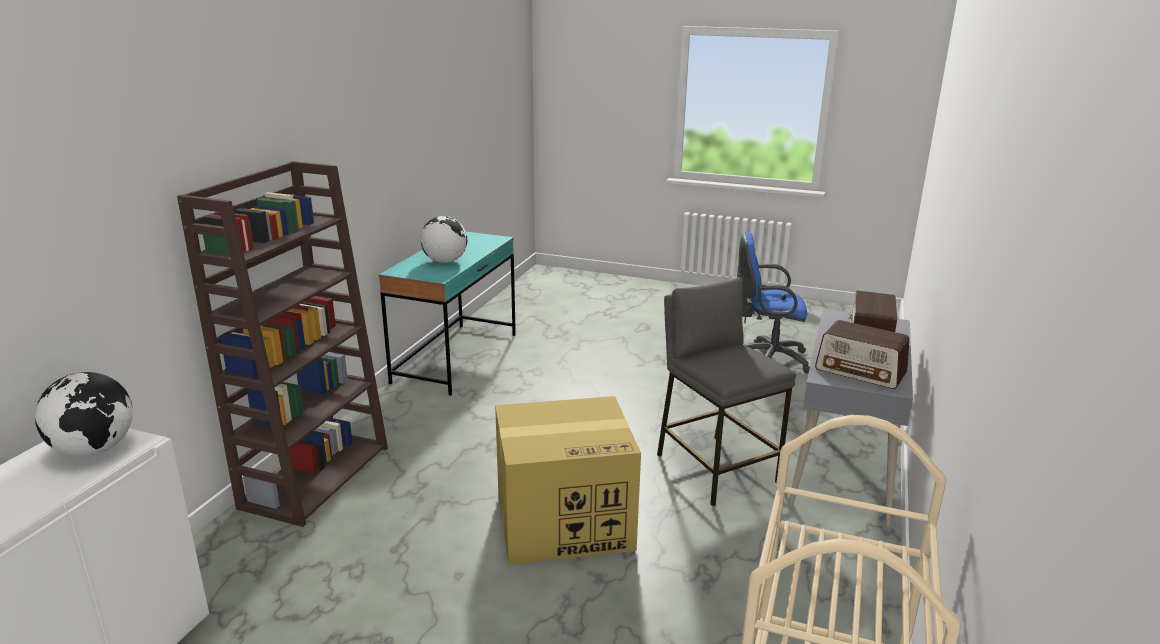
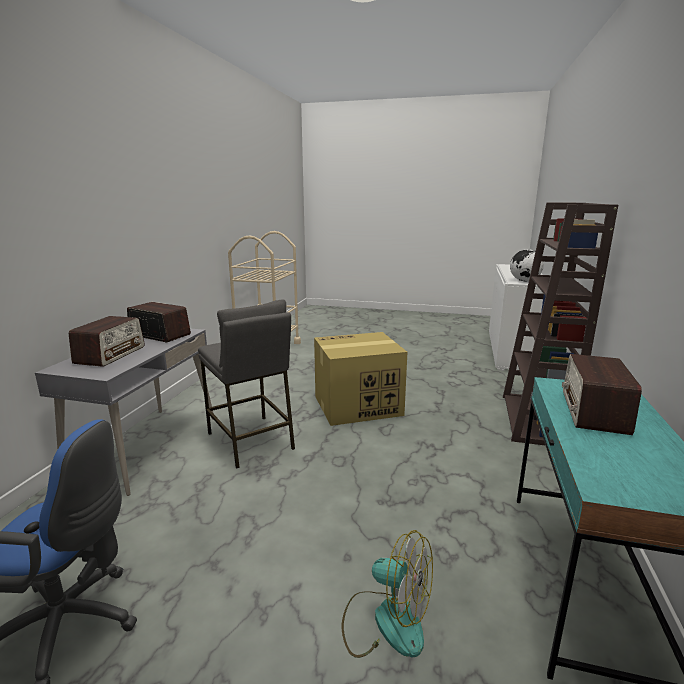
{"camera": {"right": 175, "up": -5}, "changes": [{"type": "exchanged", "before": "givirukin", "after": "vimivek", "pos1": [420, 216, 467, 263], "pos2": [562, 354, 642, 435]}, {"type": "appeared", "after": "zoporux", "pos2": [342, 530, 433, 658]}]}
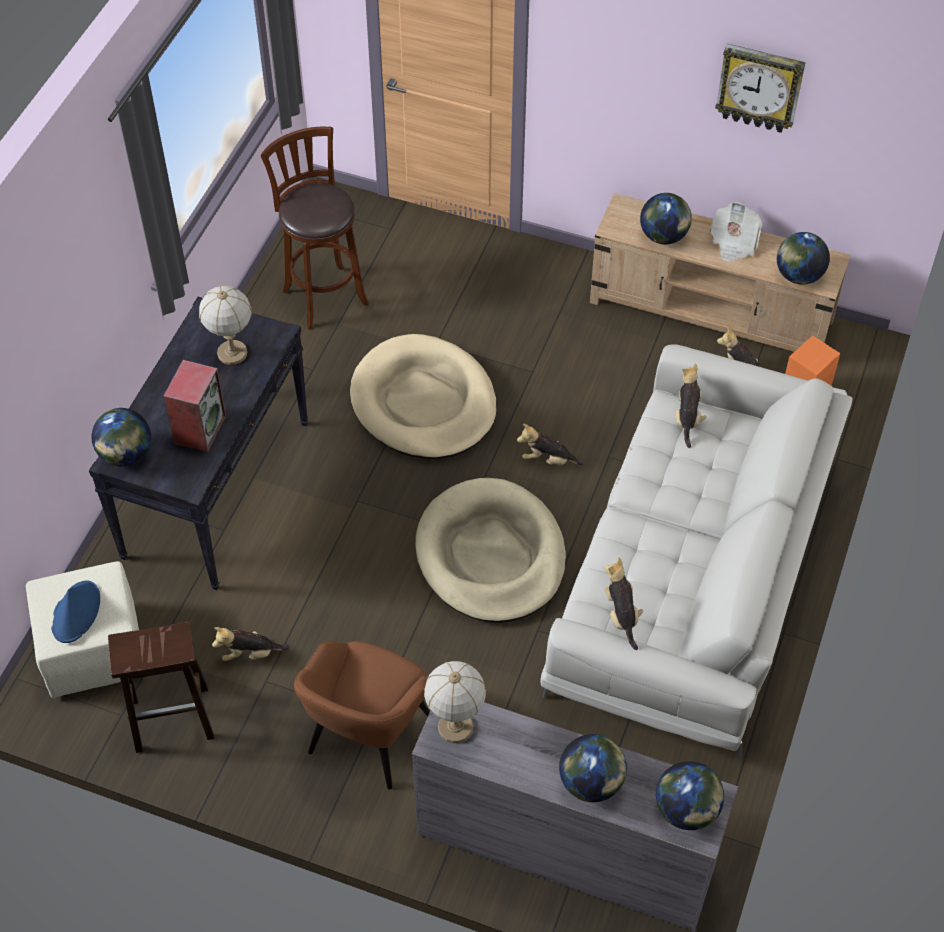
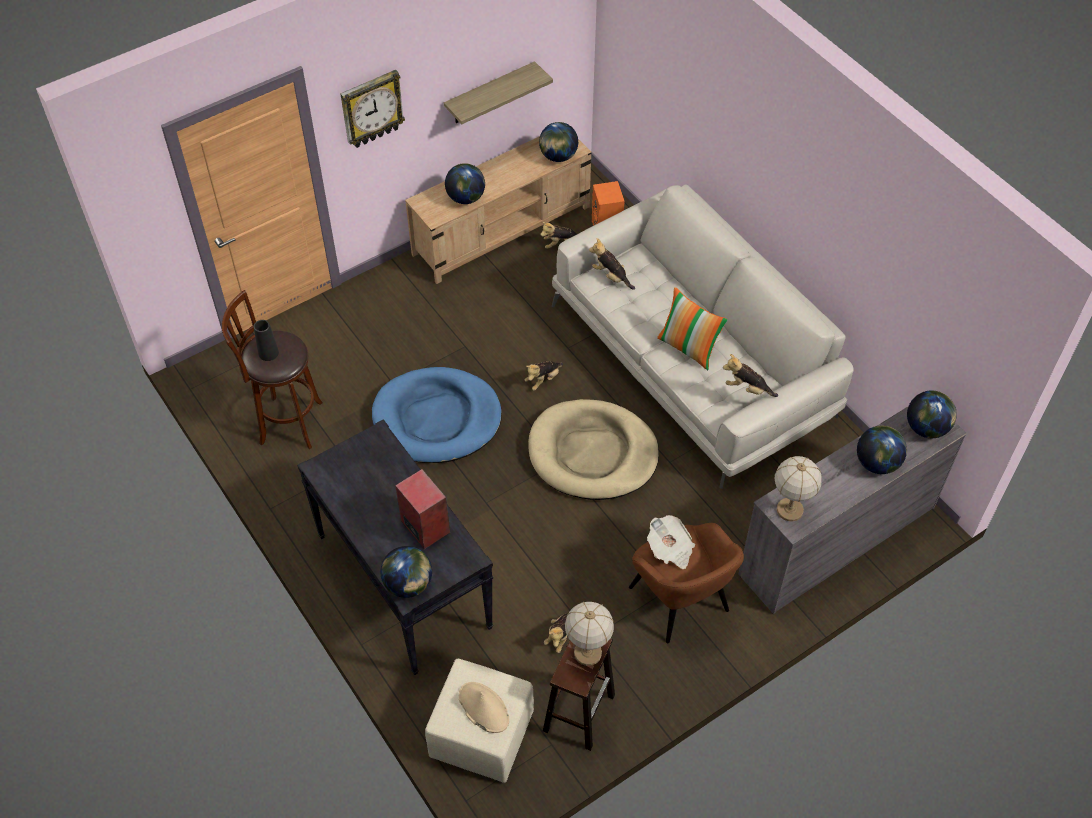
{"camera": {"right": -55, "up": 0}, "changes": [{"type": "relocated", "before": "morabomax", "pos1": [715, 44, 805, 133], "pos2": [341, 70, 405, 148]}, {"type": "relocated", "before": "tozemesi", "pos1": [710, 201, 762, 262], "pos2": [647, 515, 695, 569]}, {"type": "relocated", "before": "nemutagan", "pos1": [199, 286, 252, 365], "pos2": [565, 602, 614, 666]}, {"type": "colour", "before": "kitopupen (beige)", "after": "kitopupen (blue)", "pos1": [350, 334, 497, 459], "pos2": [372, 367, 502, 463]}, {"type": "colour", "before": "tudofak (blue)", "after": "tudofak (beige)", "pos1": [51, 580, 100, 643], "pos2": [459, 682, 509, 733]}, {"type": "appeared", "after": "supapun", "pos2": [444, 61, 553, 124]}, {"type": "appeared", "after": "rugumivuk", "pos2": [657, 287, 728, 370]}, {"type": "appeared", "after": "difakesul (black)", "pos2": [254, 320, 279, 361]}]}
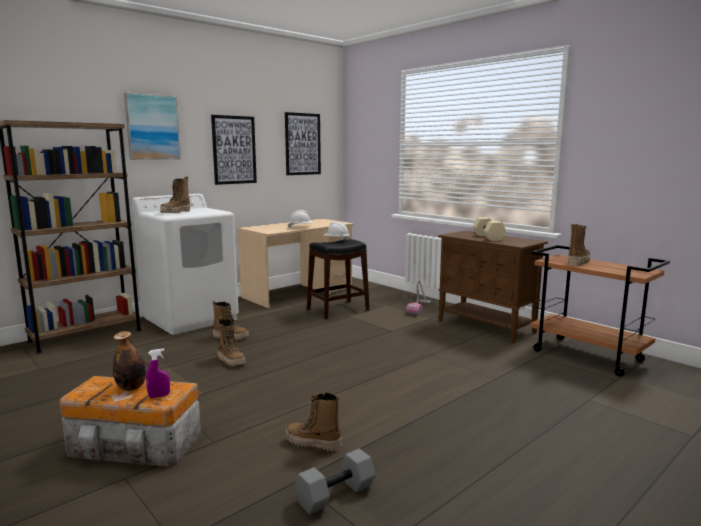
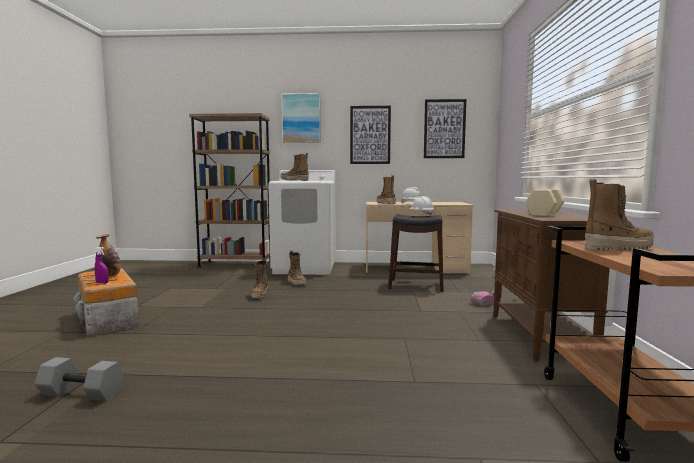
{"camera": {"right": 45, "up": -5}, "changes": [{"type": "relocated", "before": "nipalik", "pos1": [285, 393, 342, 451], "pos2": [377, 175, 396, 204]}]}
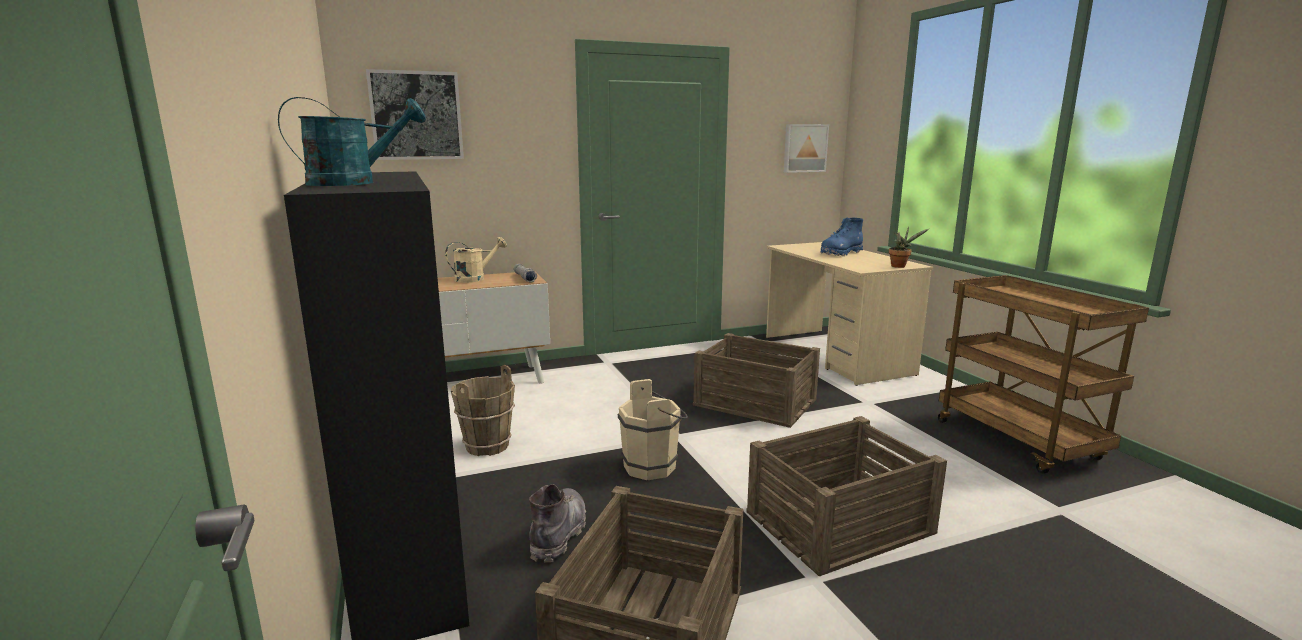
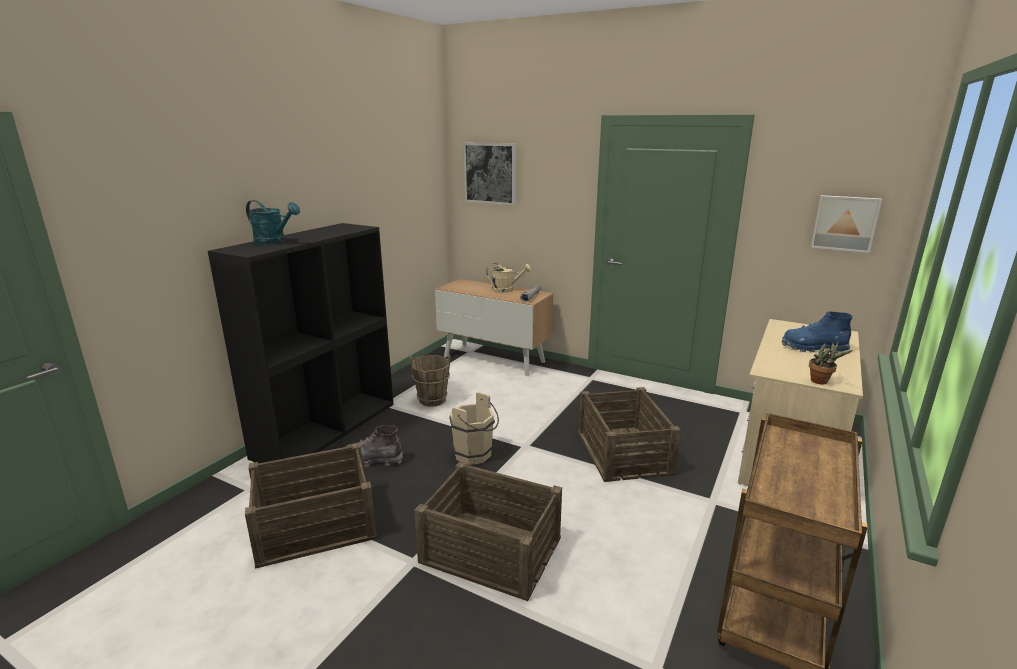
{"camera": {"right": 50, "up": 5}, "changes": [{"type": "spun", "before": "nipalik (grey)", "pos1": [529, 484, 586, 563], "pos2": [346, 425, 403, 467], "turn": -150}]}
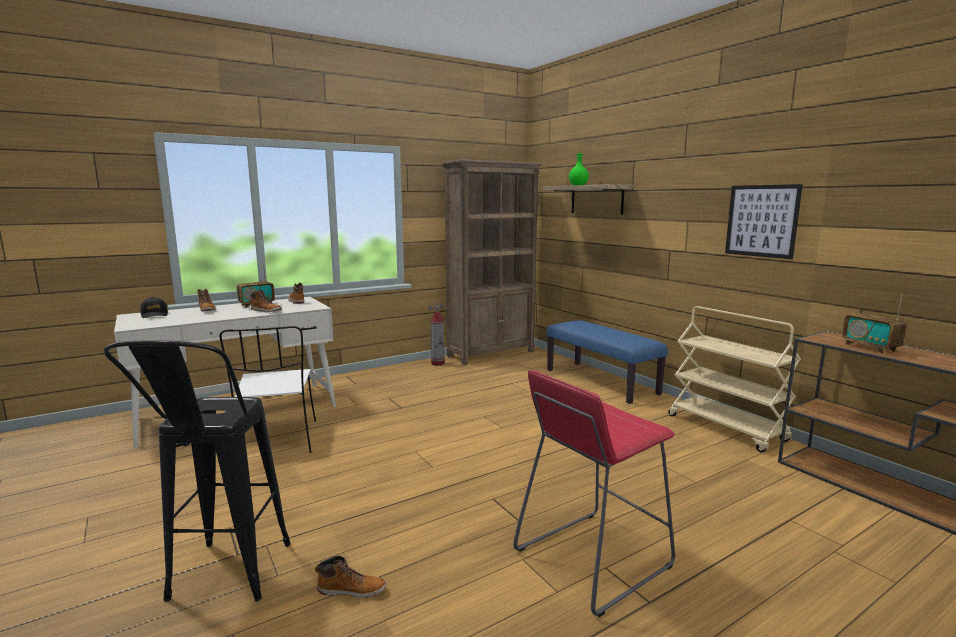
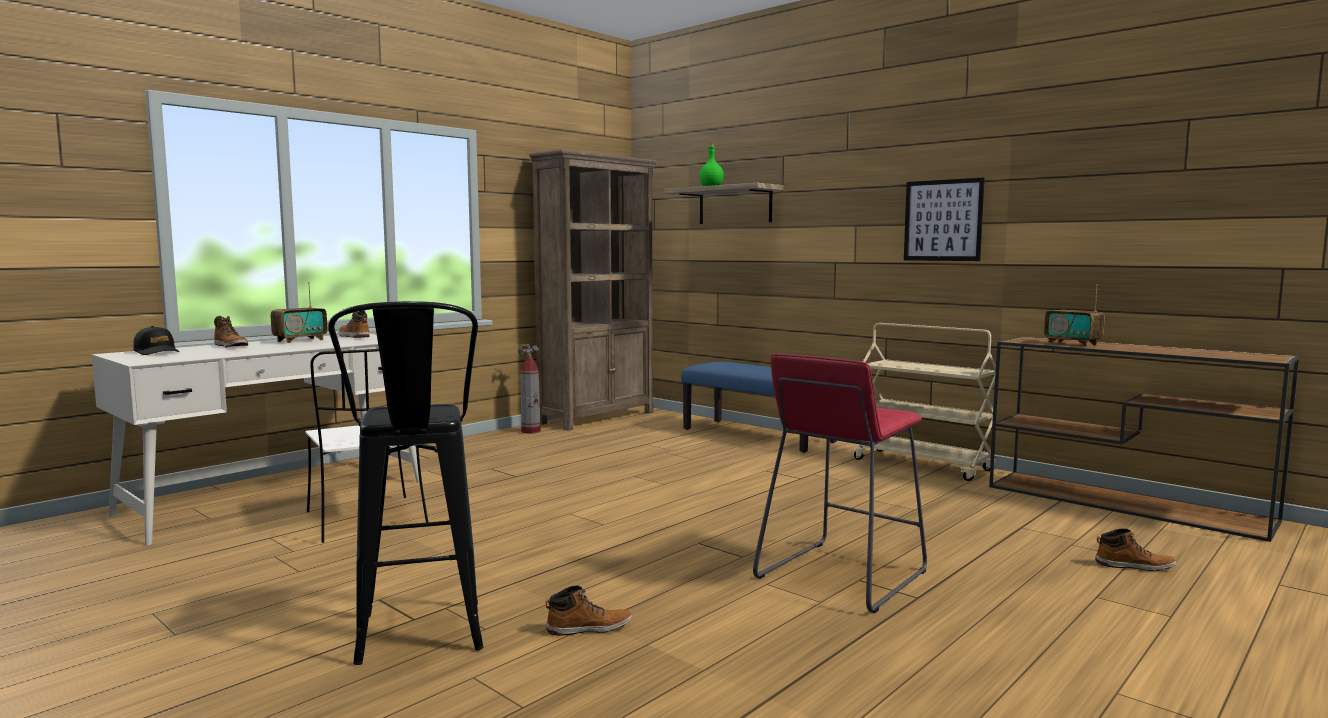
{"camera": {"right": -15, "up": -5}, "changes": [{"type": "relocated", "before": "nipalik", "pos1": [250, 290, 282, 312], "pos2": [1095, 529, 1176, 571]}]}
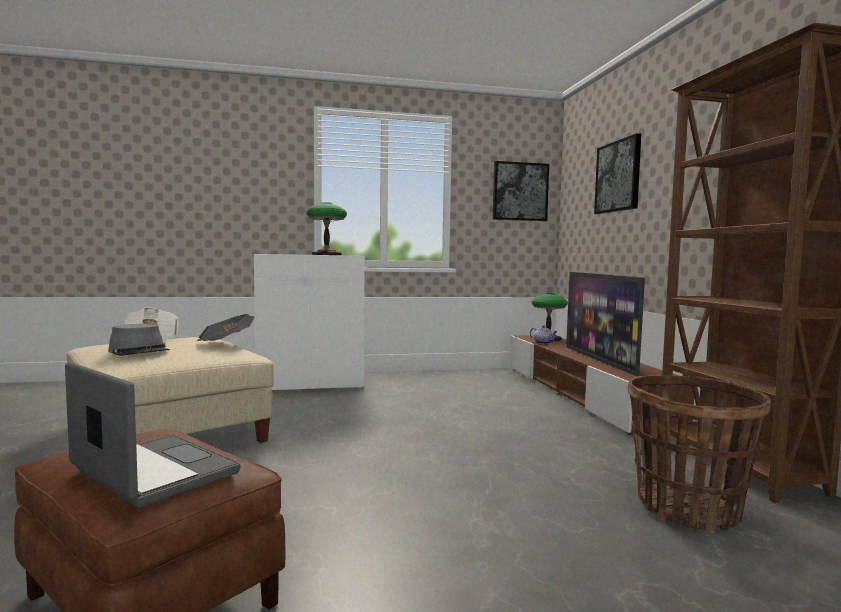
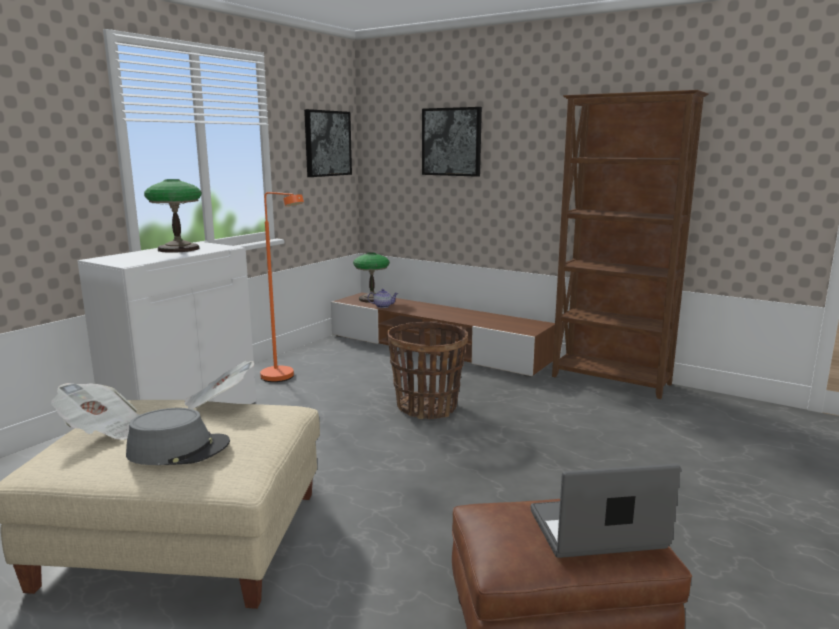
{"camera": {"right": -45, "up": 10}, "changes": [{"type": "missing", "before": "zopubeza", "pos1": [566, 272, 645, 377]}, {"type": "relocated", "before": "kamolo", "pos1": [628, 375, 771, 533], "pos2": [387, 321, 468, 419]}, {"type": "appeared", "after": "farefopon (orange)", "pos2": [260, 192, 304, 382]}]}
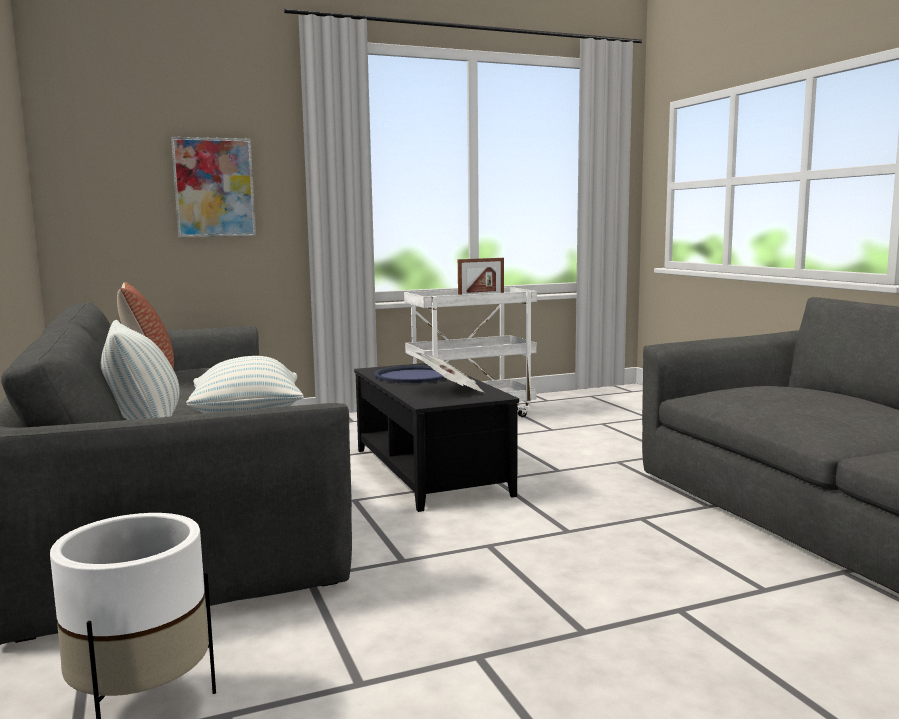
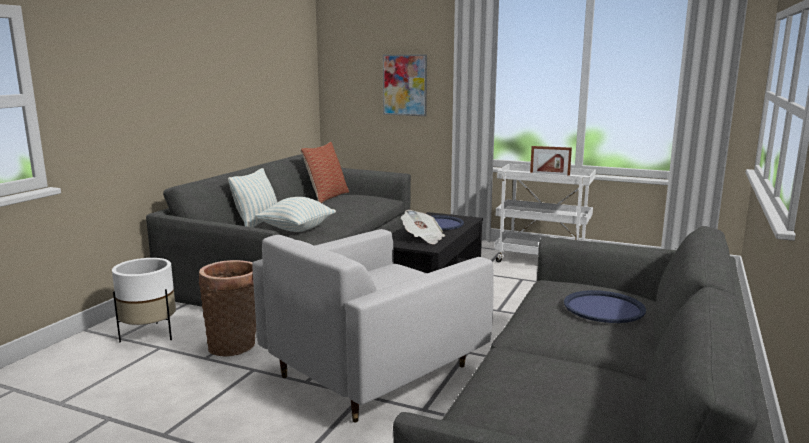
{"camera": {"right": 45, "up": 5}, "changes": [{"type": "appeared", "after": "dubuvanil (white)", "pos2": [252, 229, 494, 423]}, {"type": "appeared", "after": "kamolo", "pos2": [198, 260, 256, 356]}, {"type": "appeared", "after": "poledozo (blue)", "pos2": [564, 290, 646, 323]}]}
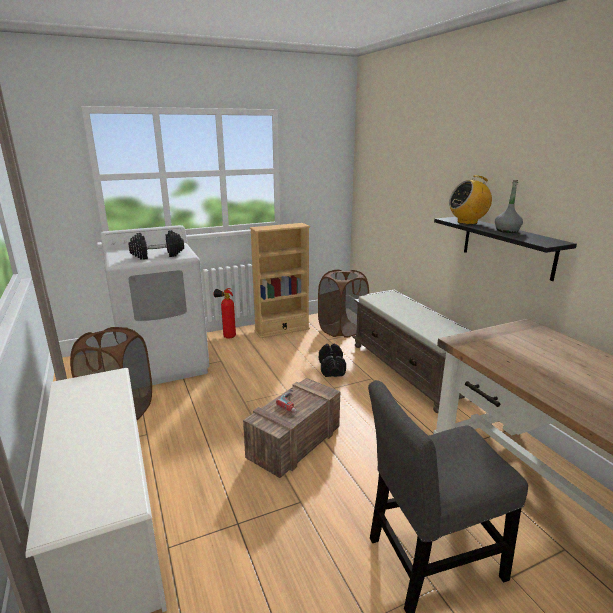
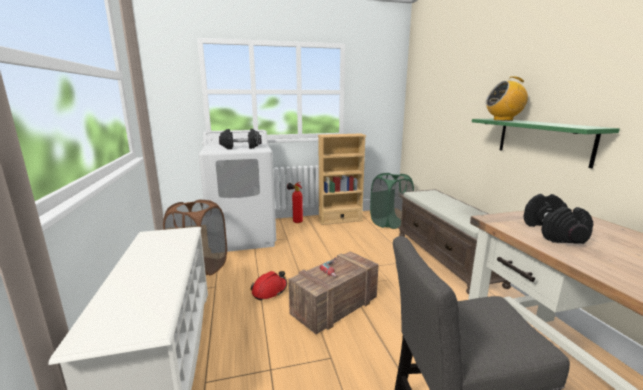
{"camera": {"right": 10, "up": -5}, "changes": [{"type": "missing", "before": "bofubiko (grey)", "pos1": [495, 180, 523, 233]}, {"type": "colour", "before": "supapun (black)", "after": "supapun (green)", "pos1": [434, 217, 577, 281], "pos2": [472, 119, 620, 168]}, {"type": "colour", "before": "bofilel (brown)", "after": "bofilel (green)", "pos1": [318, 269, 369, 338], "pos2": [370, 173, 414, 229]}, {"type": "relocated", "before": "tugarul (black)", "pos1": [319, 344, 346, 377], "pos2": [523, 194, 593, 244]}, {"type": "appeared", "after": "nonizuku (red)", "pos2": [250, 271, 287, 300]}]}
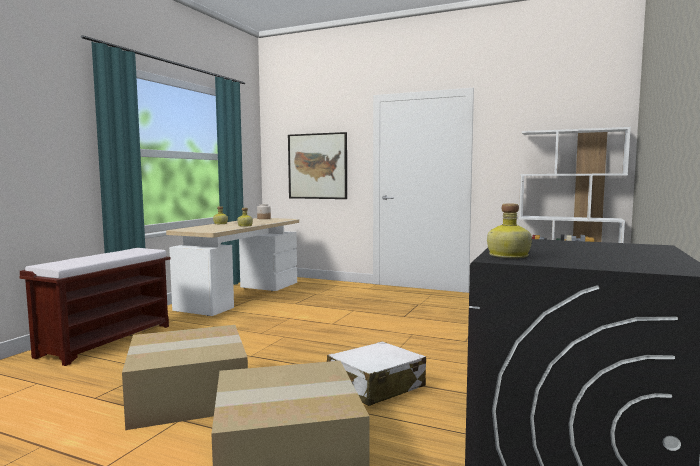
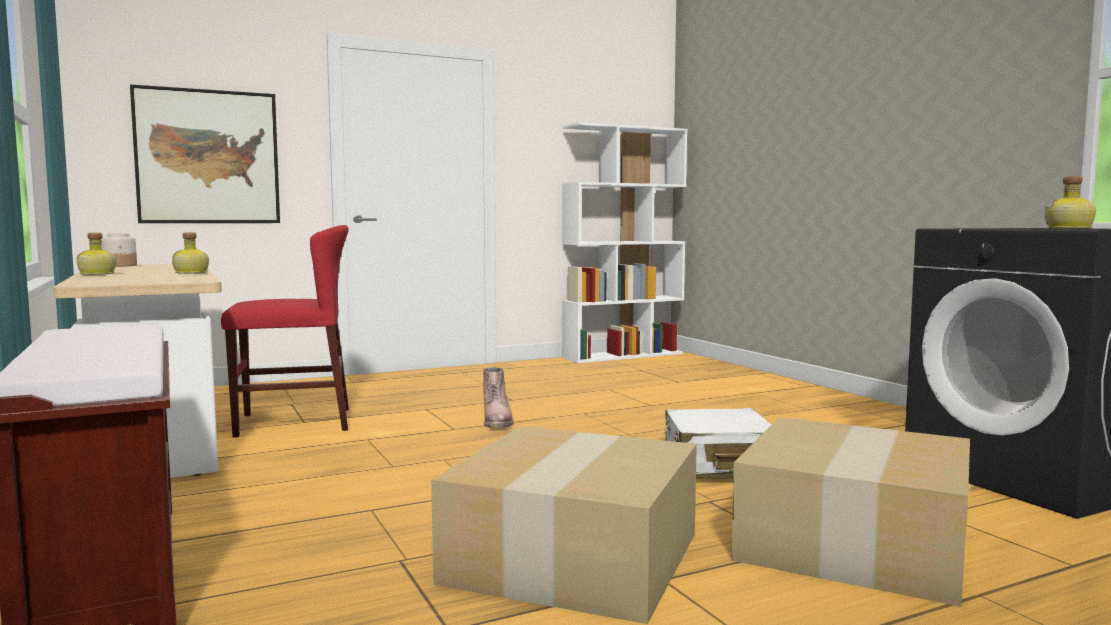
{"camera": {"right": -50, "up": 0}, "changes": [{"type": "appeared", "after": "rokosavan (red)", "pos2": [221, 225, 349, 437]}, {"type": "appeared", "after": "nipalik (brown)", "pos2": [483, 367, 514, 427]}]}
